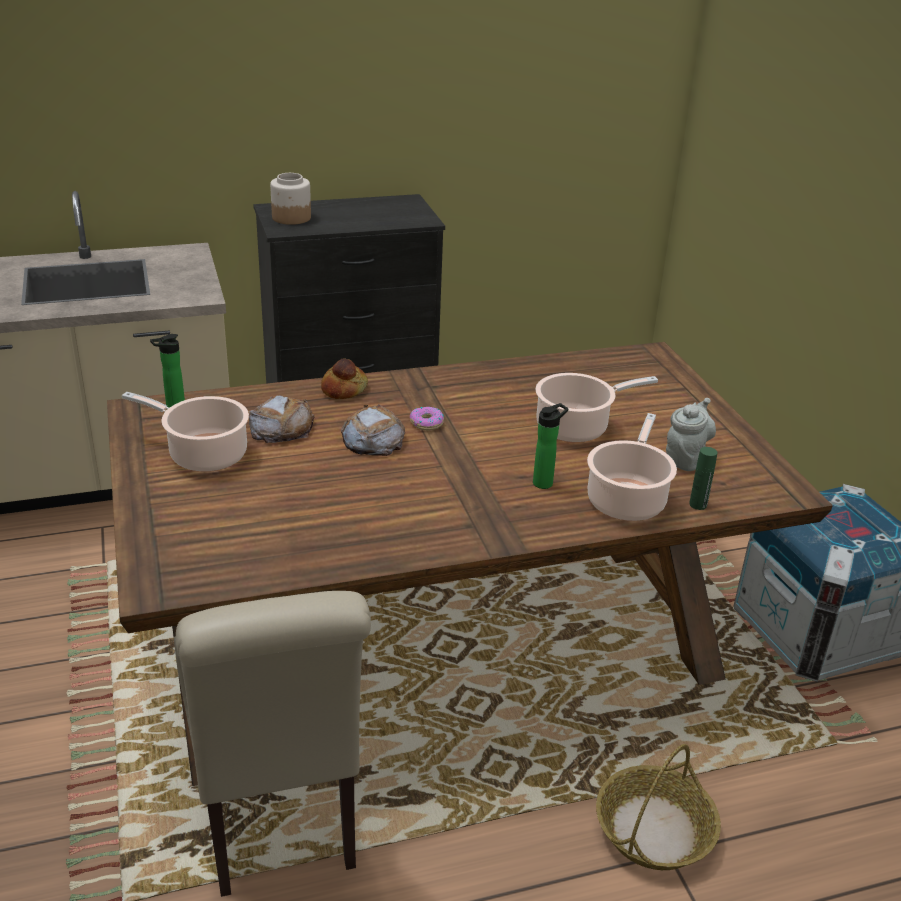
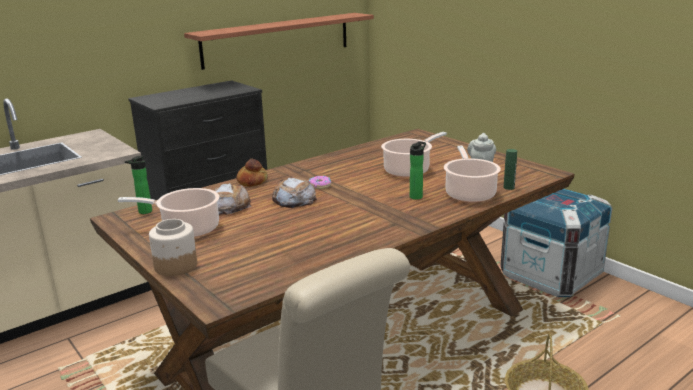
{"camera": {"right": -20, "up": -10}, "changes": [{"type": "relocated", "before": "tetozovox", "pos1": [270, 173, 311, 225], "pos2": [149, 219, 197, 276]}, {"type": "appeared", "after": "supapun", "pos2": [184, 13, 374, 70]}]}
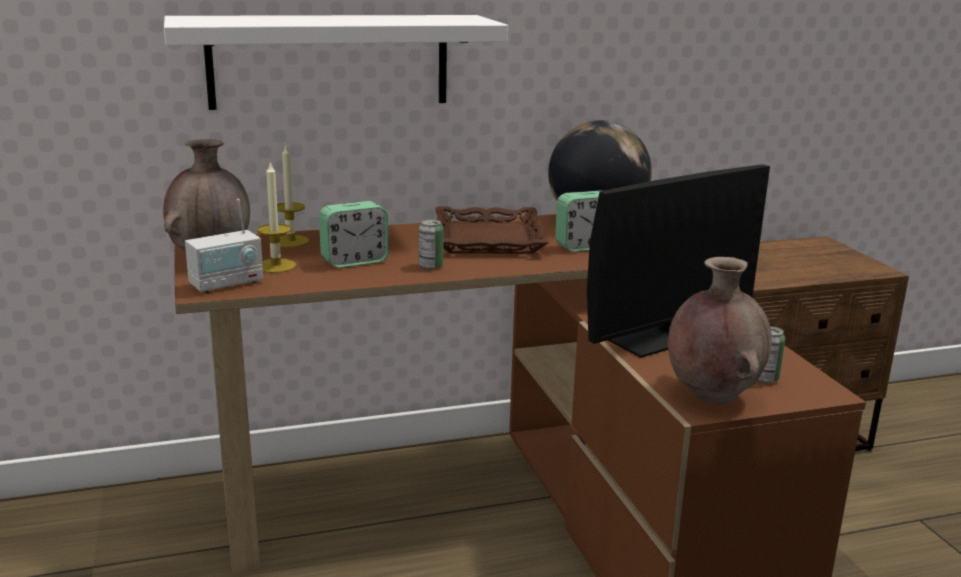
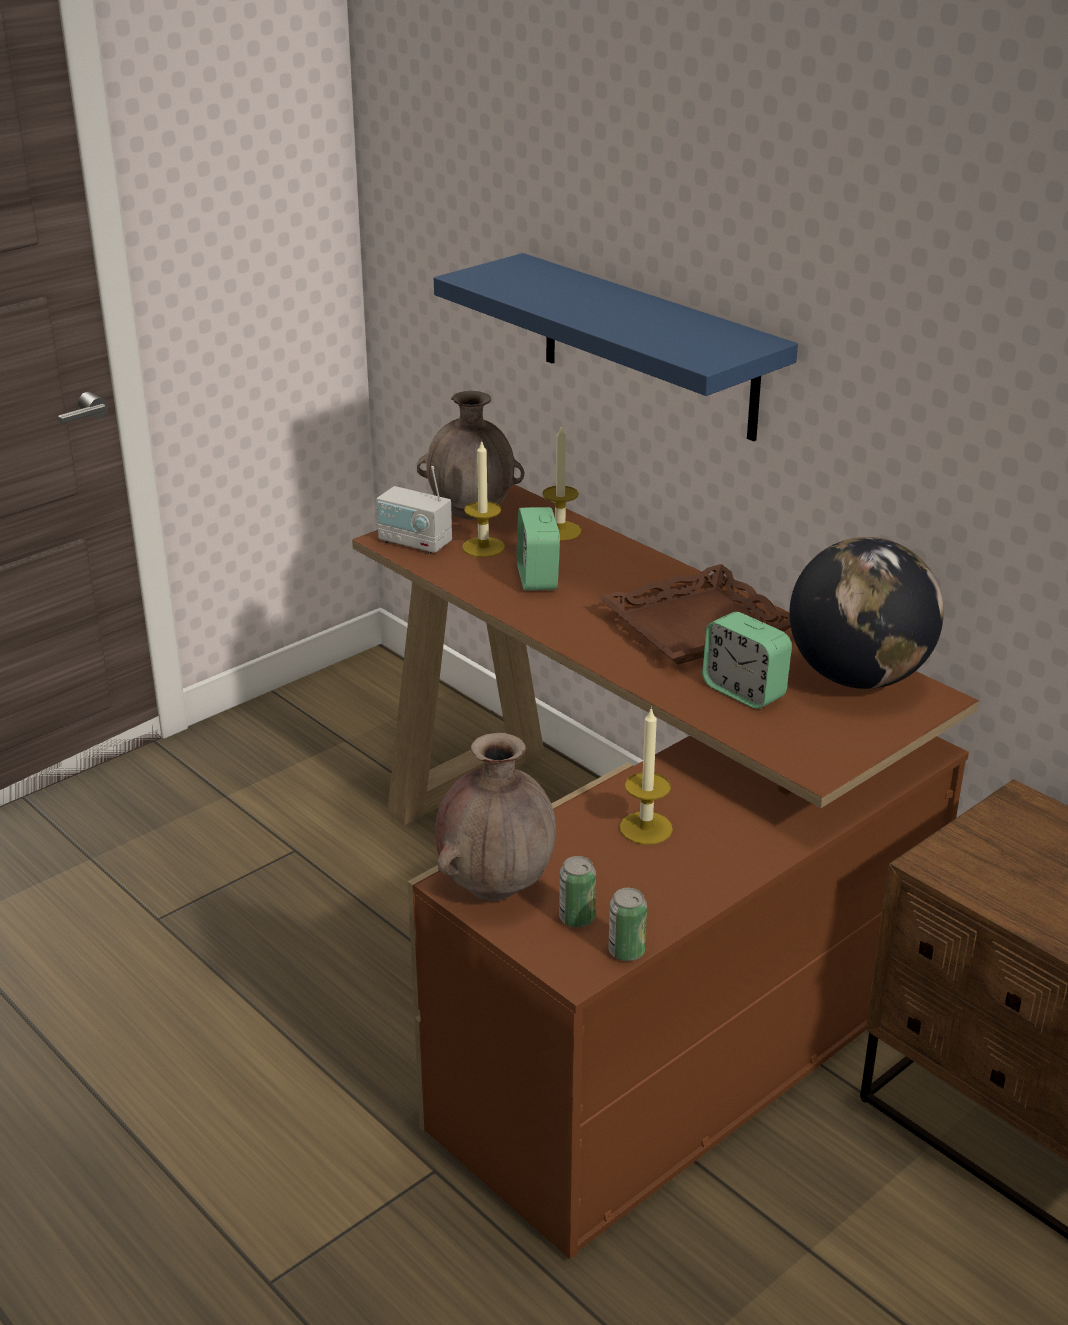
{"camera": {"right": 65, "up": 10}, "changes": [{"type": "colour", "before": "supapun (white)", "after": "supapun (blue)", "pos1": [164, 15, 508, 110], "pos2": [434, 253, 798, 441]}, {"type": "exchanged", "before": "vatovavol", "after": "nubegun", "pos1": [587, 164, 770, 358], "pos2": [619, 707, 673, 845]}, {"type": "spun", "before": "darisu", "pos1": [319, 201, 389, 268], "pos2": [517, 507, 560, 591], "turn": 45}, {"type": "relocated", "before": "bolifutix", "pos1": [419, 219, 444, 270], "pos2": [608, 888, 647, 961]}]}
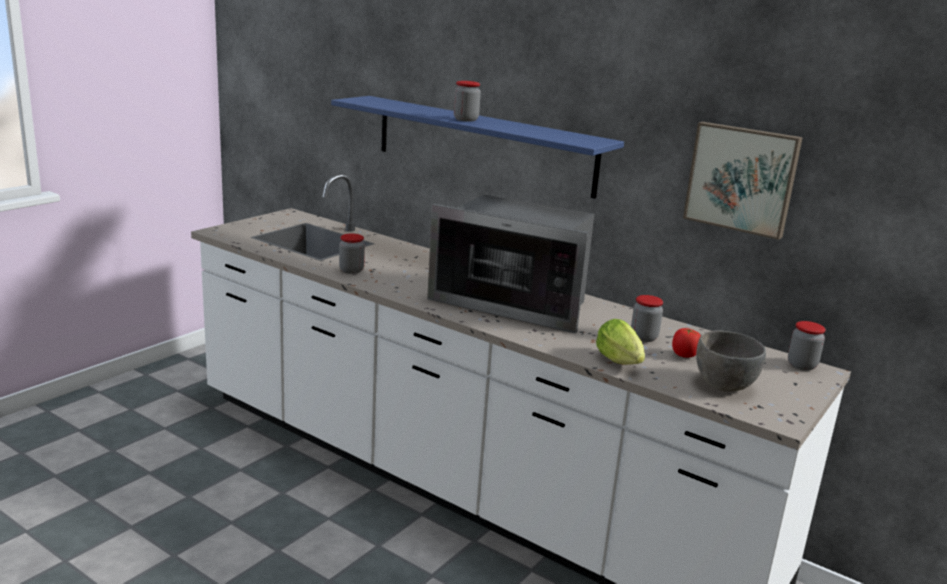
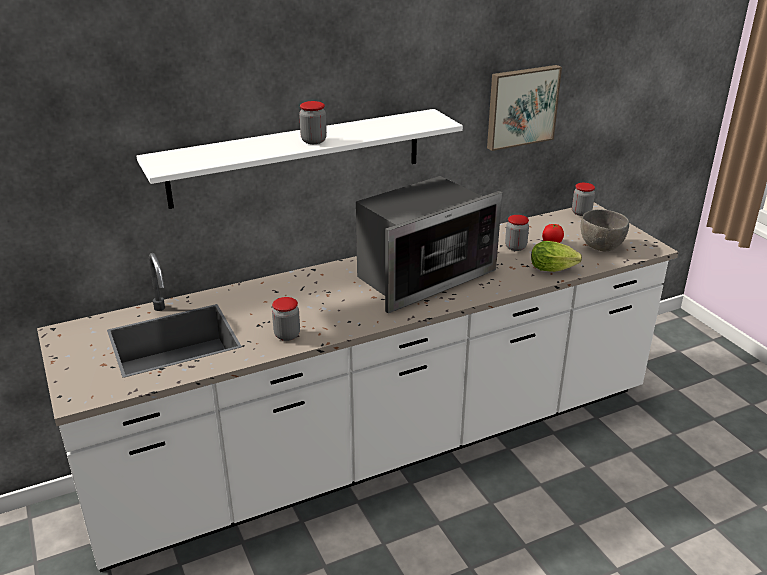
{"camera": {"right": -60, "up": 10}, "changes": [{"type": "colour", "before": "supapun (blue)", "after": "supapun (white)", "pos1": [331, 96, 624, 199], "pos2": [136, 109, 463, 209]}]}
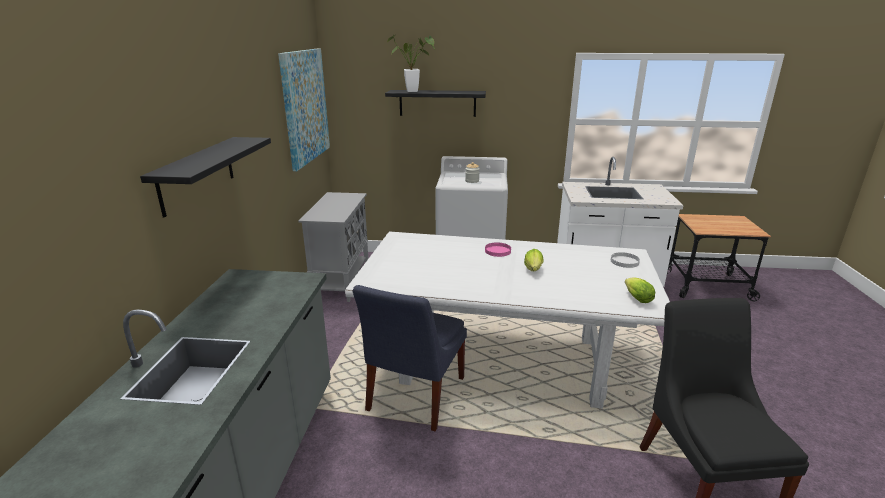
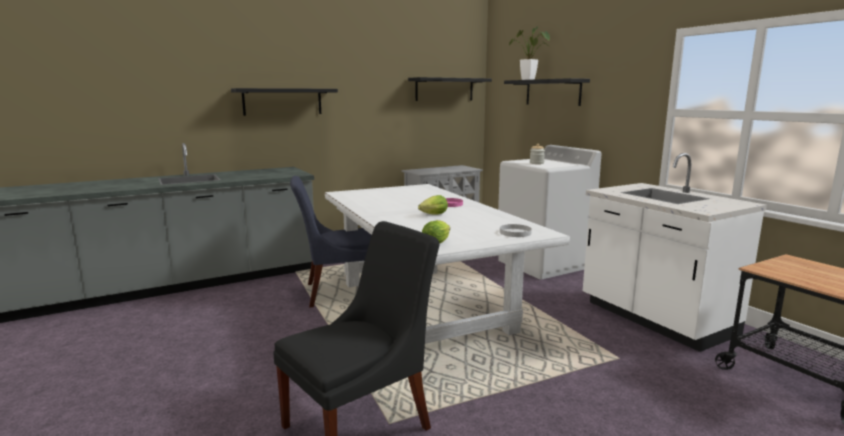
{"camera": {"right": 55, "up": -10}, "changes": [{"type": "exchanged", "before": "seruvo", "after": "supapun (black)", "pos1": [278, 49, 330, 171], "pos2": [408, 77, 492, 101]}]}
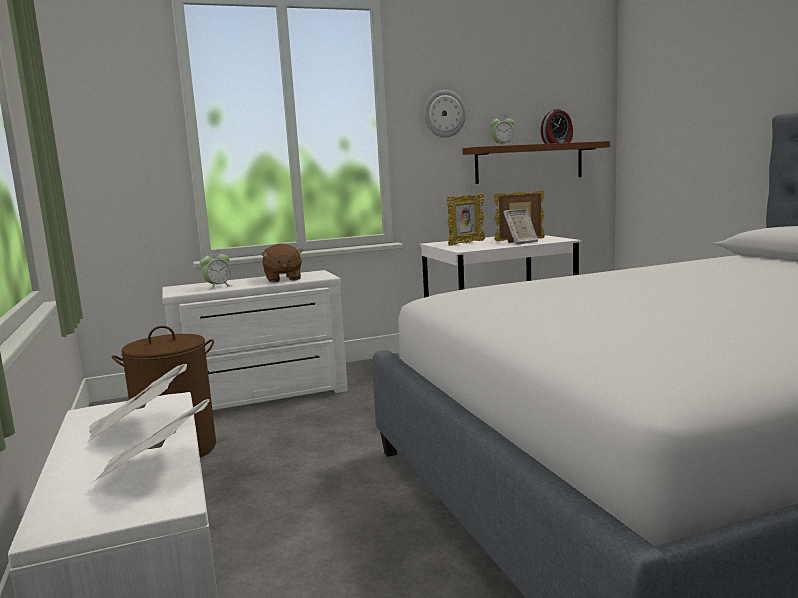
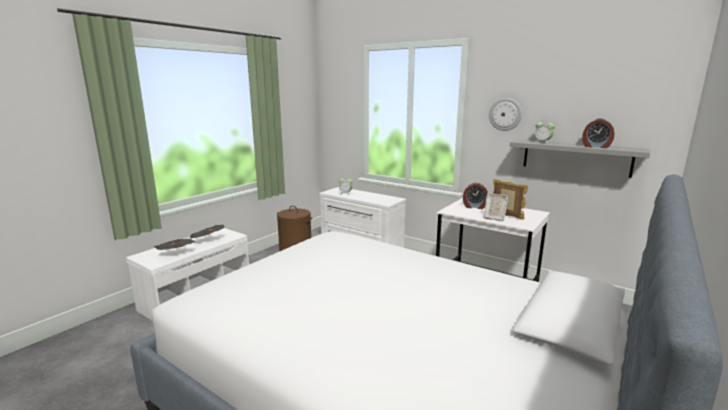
{"camera": {"right": 55, "up": 5}, "changes": [{"type": "colour", "before": "supapun (brown)", "after": "supapun (grey)", "pos1": [463, 141, 610, 184], "pos2": [509, 140, 651, 178]}, {"type": "exchanged", "before": "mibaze", "after": "darisu", "pos1": [446, 194, 485, 246], "pos2": [463, 183, 488, 209]}, {"type": "missing", "before": "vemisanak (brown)", "pos1": [261, 243, 303, 282]}]}
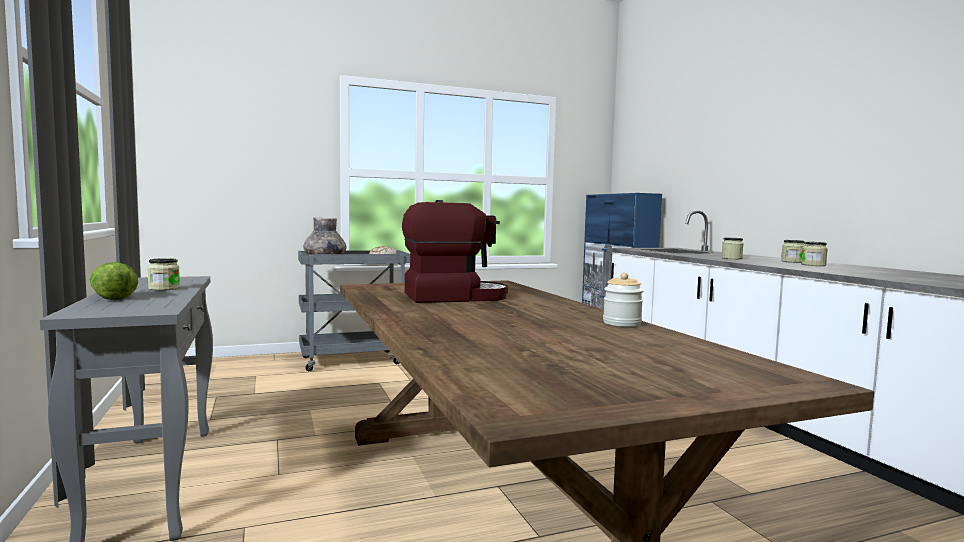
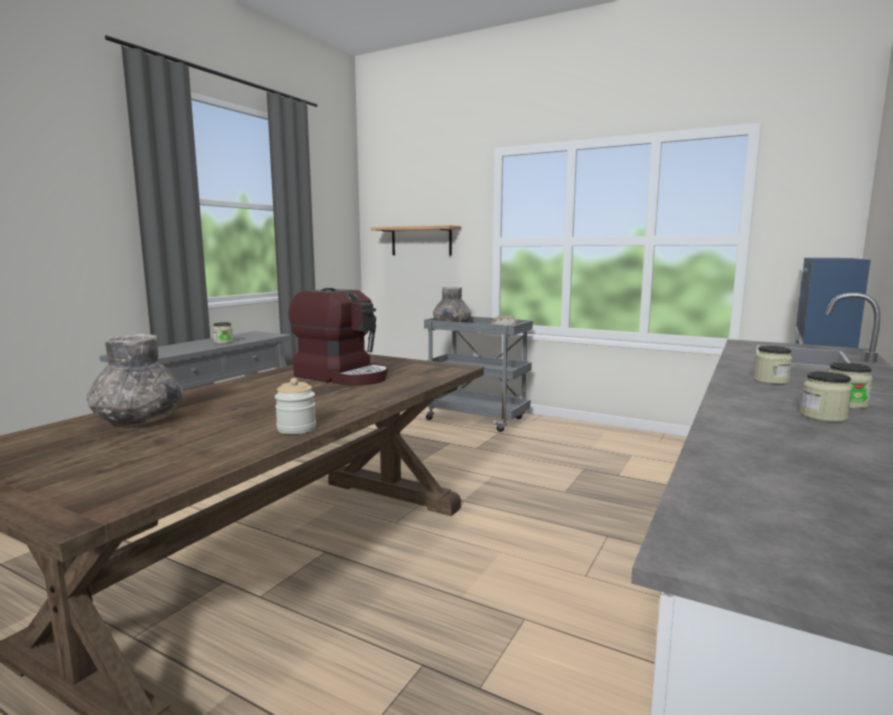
{"camera": {"right": 50, "up": 5}, "changes": [{"type": "missing", "before": "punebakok", "pos1": [90, 262, 138, 300]}, {"type": "appeared", "after": "supapun", "pos2": [371, 225, 461, 256]}, {"type": "appeared", "after": "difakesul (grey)", "pos2": [87, 334, 183, 425]}]}
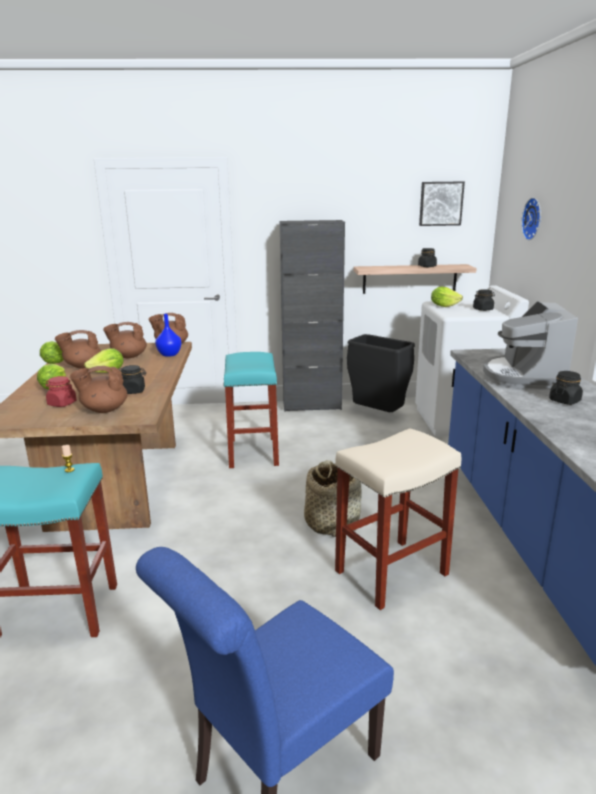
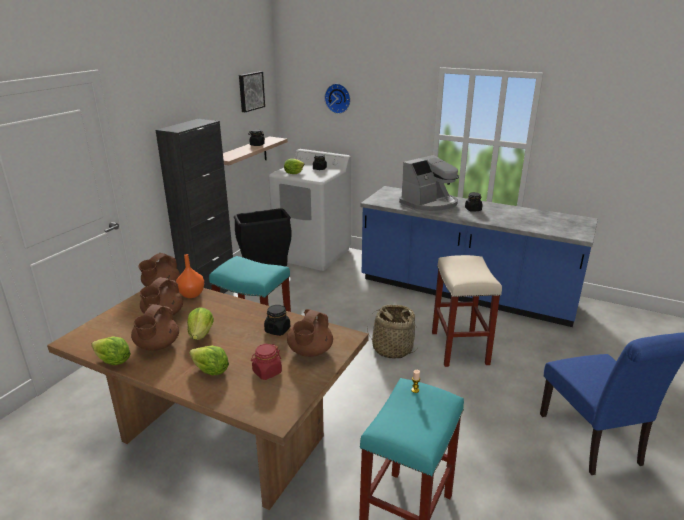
{"camera": {"right": -60, "up": 5}, "changes": [{"type": "spun", "before": "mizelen", "pos1": [483, 301, 578, 389], "pos2": [399, 155, 459, 213], "turn": -75}, {"type": "colour", "before": "difakesul (blue)", "after": "difakesul (orange)", "pos1": [155, 314, 181, 357], "pos2": [176, 254, 204, 298]}]}
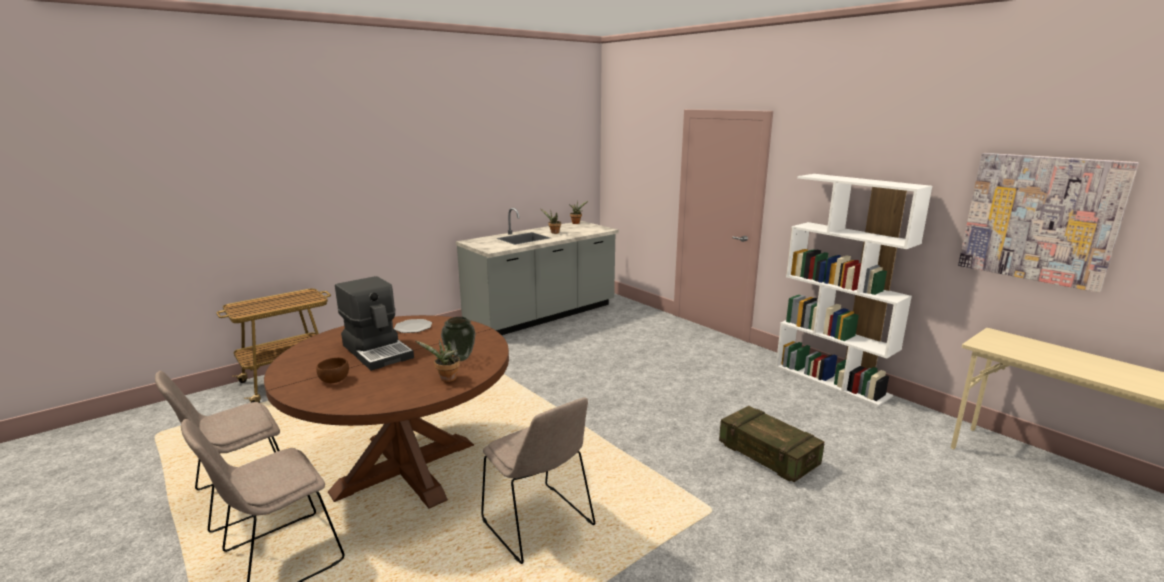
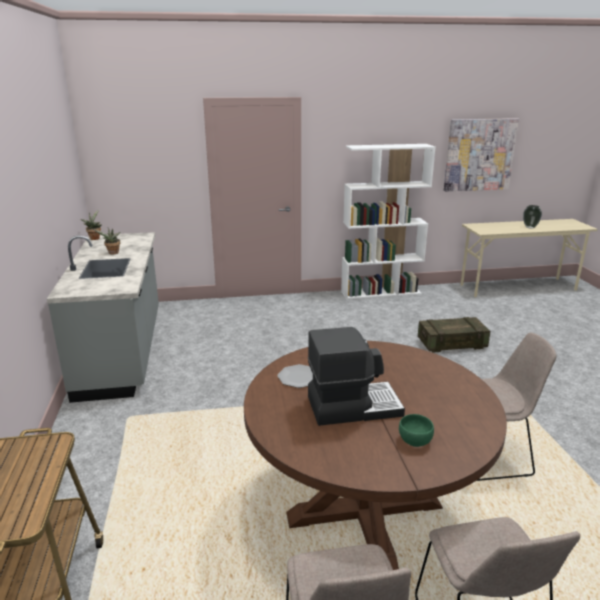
{"camera": {"right": -60, "up": 5}, "changes": [{"type": "relocated", "before": "difakesul", "pos1": [441, 317, 475, 361], "pos2": [523, 205, 542, 229]}, {"type": "missing", "before": "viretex", "pos1": [416, 340, 460, 382]}, {"type": "colour", "before": "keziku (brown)", "after": "keziku (green)", "pos1": [316, 358, 349, 383], "pos2": [399, 414, 434, 447]}]}
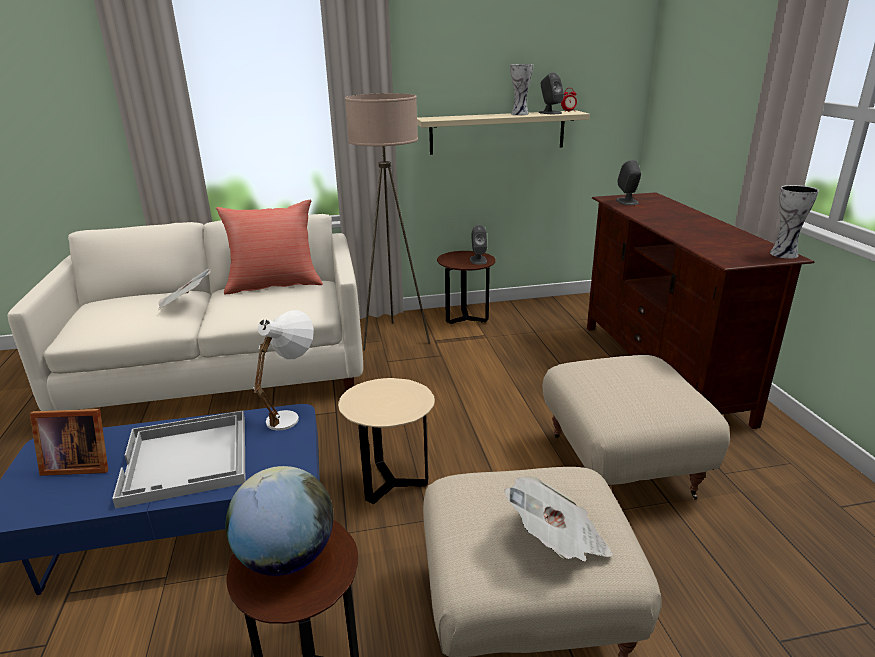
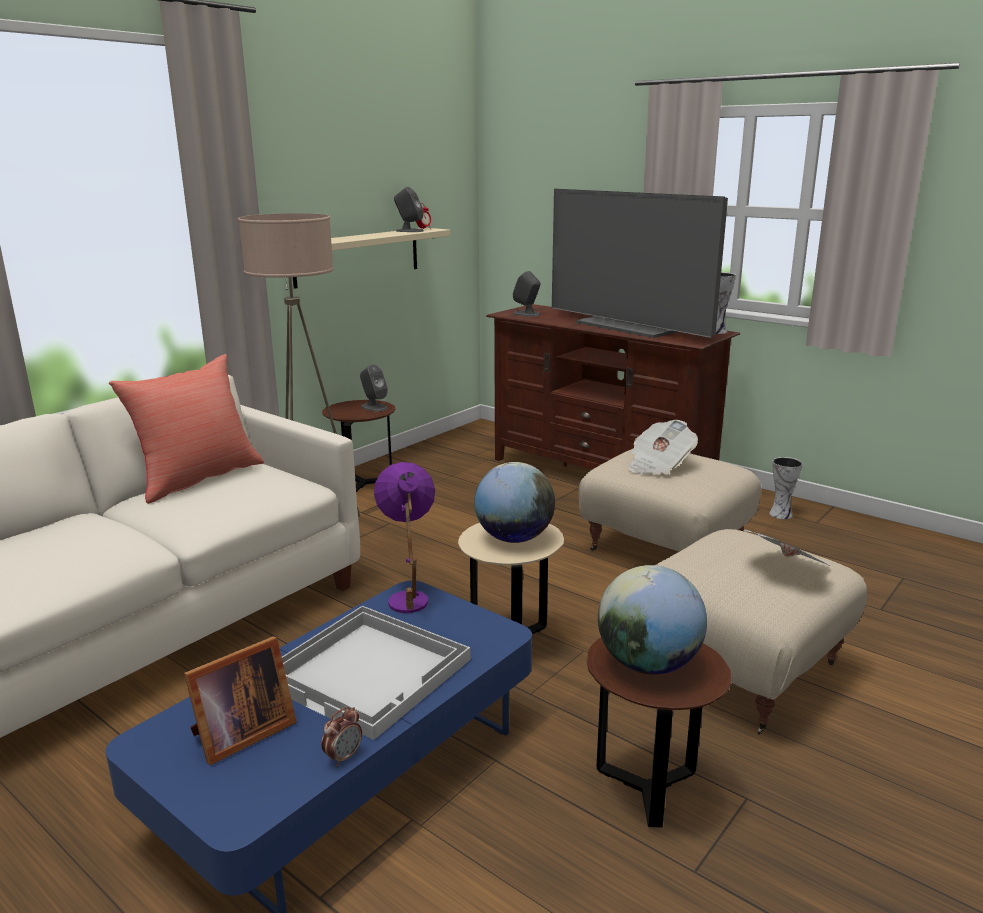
{"camera": {"right": -40, "up": -5}, "changes": [{"type": "relocated", "before": "difakesul", "pos1": [510, 64, 533, 115], "pos2": [769, 457, 803, 519]}, {"type": "relocated", "before": "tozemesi", "pos1": [159, 269, 211, 309], "pos2": [628, 420, 698, 475]}, {"type": "colour", "before": "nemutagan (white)", "after": "nemutagan (purple)", "pos1": [253, 310, 314, 431], "pos2": [374, 462, 435, 613]}, {"type": "appeared", "after": "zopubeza", "pos2": [552, 189, 728, 338]}, {"type": "appeared", "after": "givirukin", "pos2": [474, 462, 555, 543]}, {"type": "appeared", "after": "darisu", "pos2": [321, 707, 362, 767]}]}
